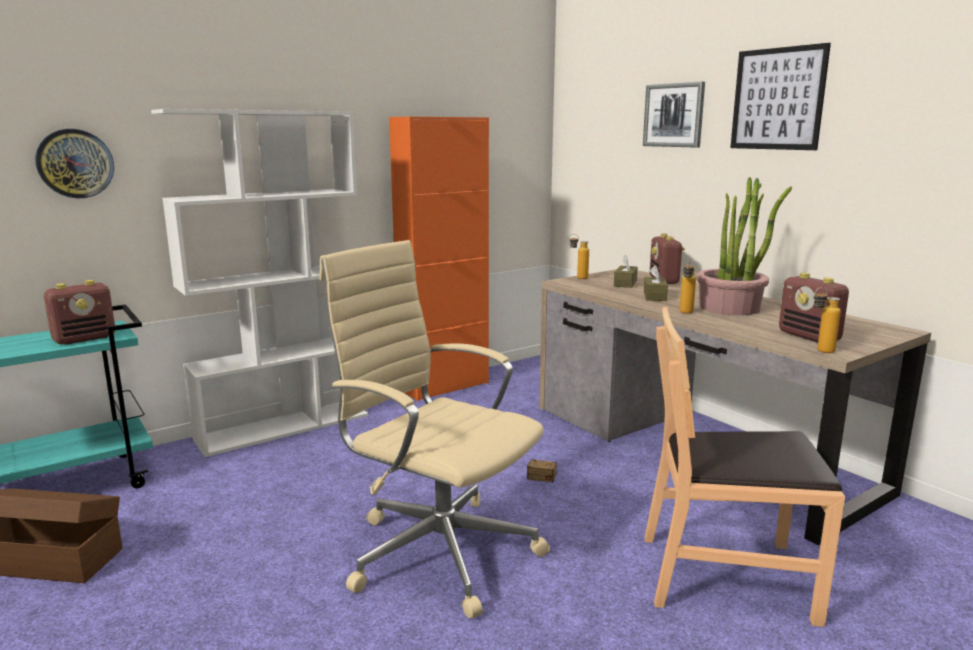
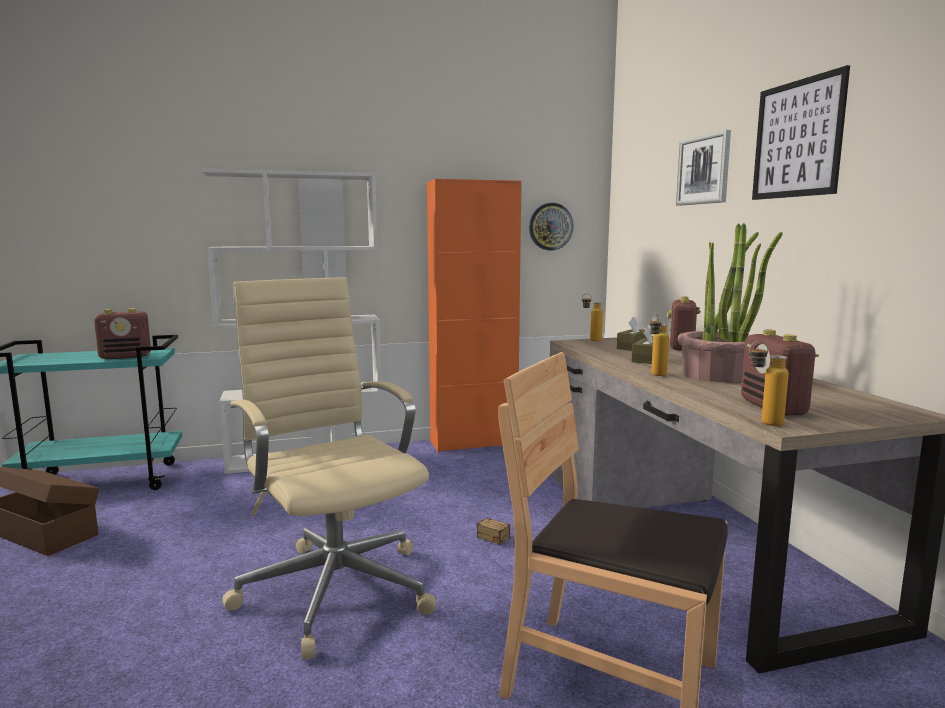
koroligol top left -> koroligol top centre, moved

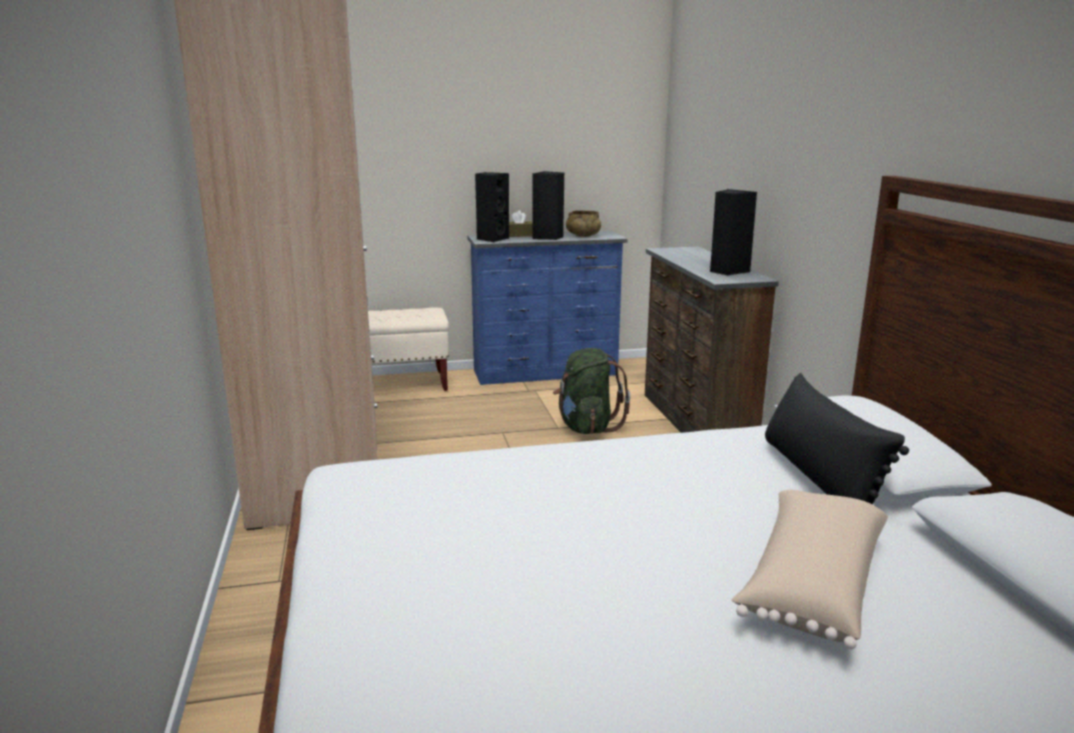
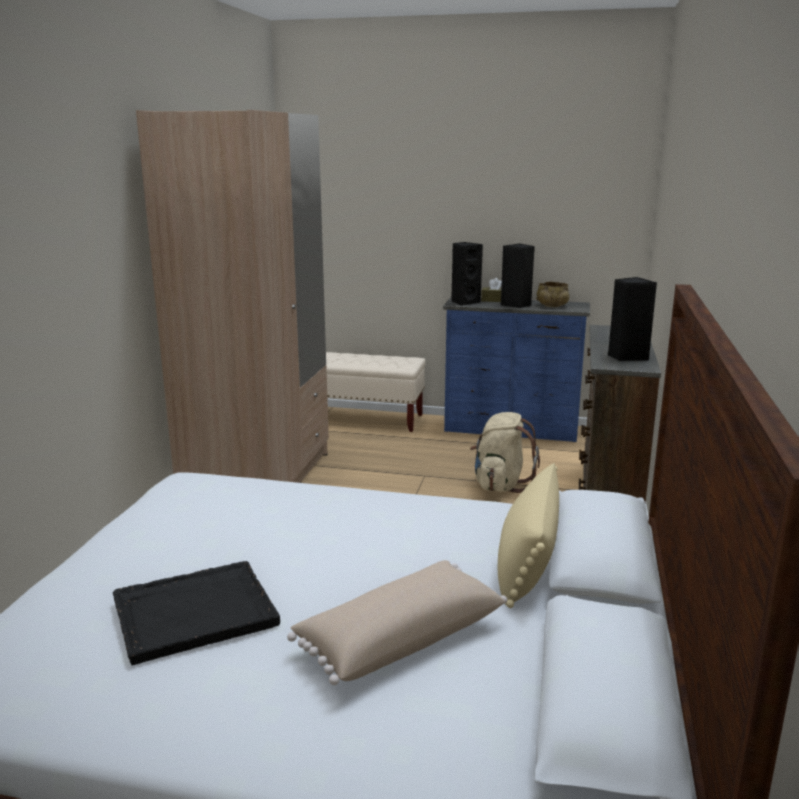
none -> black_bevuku bottom left
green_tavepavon centre -> beige_tavepavon centre
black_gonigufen middle right -> beige_gonigufen (2nd from left) bottom centre

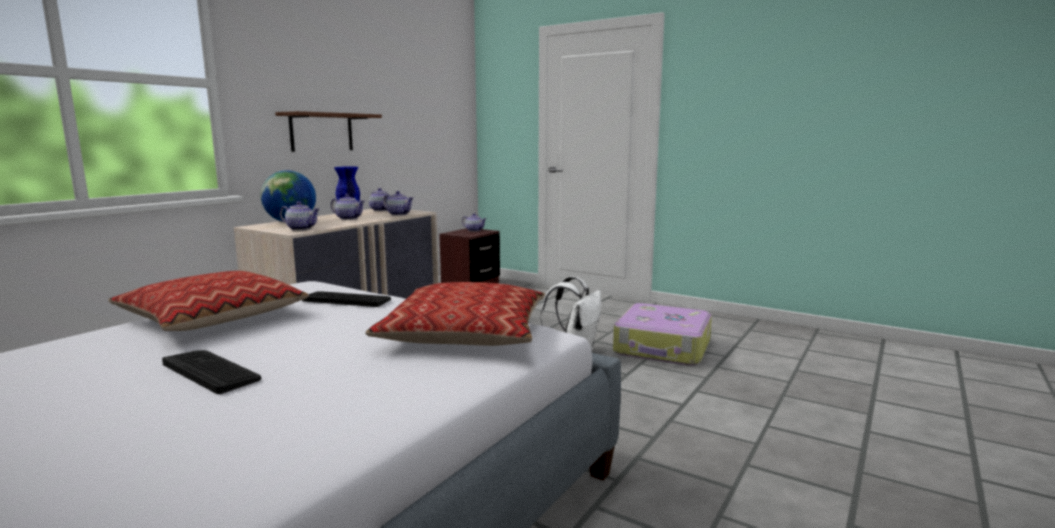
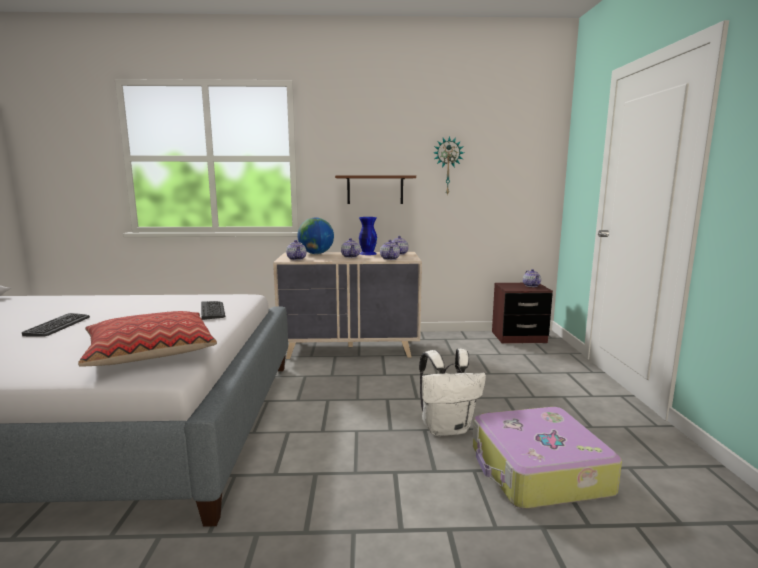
gonigufen (1st from left) middle left -> none
none -> koroligol top centre

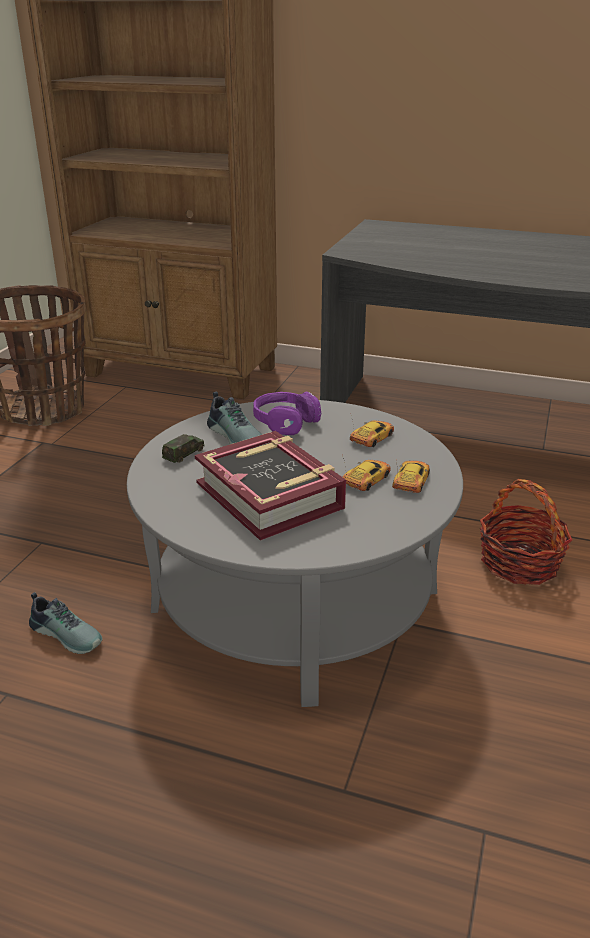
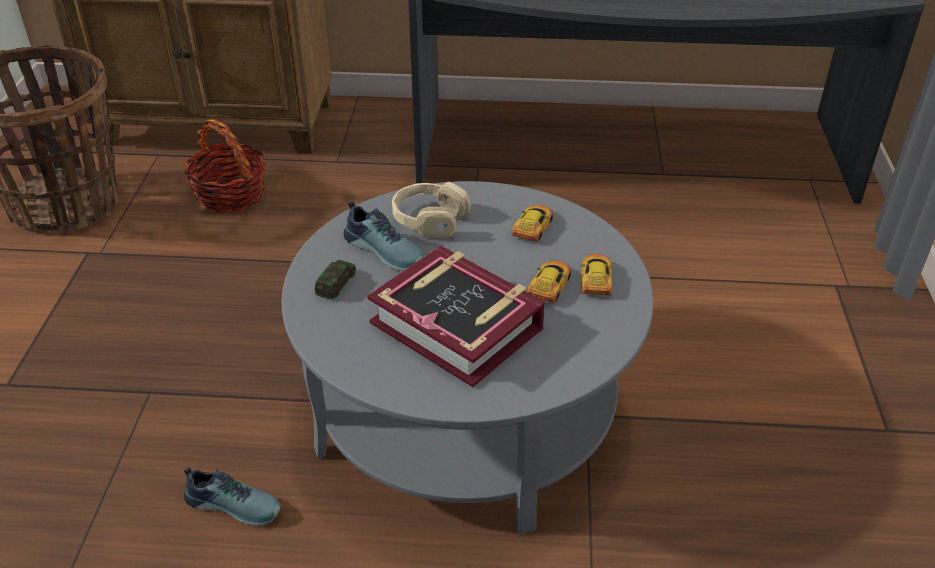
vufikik (2nd from left) middle right -> vufikik (2nd from left) top left, moved
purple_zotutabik centre -> beige_zotutabik centre

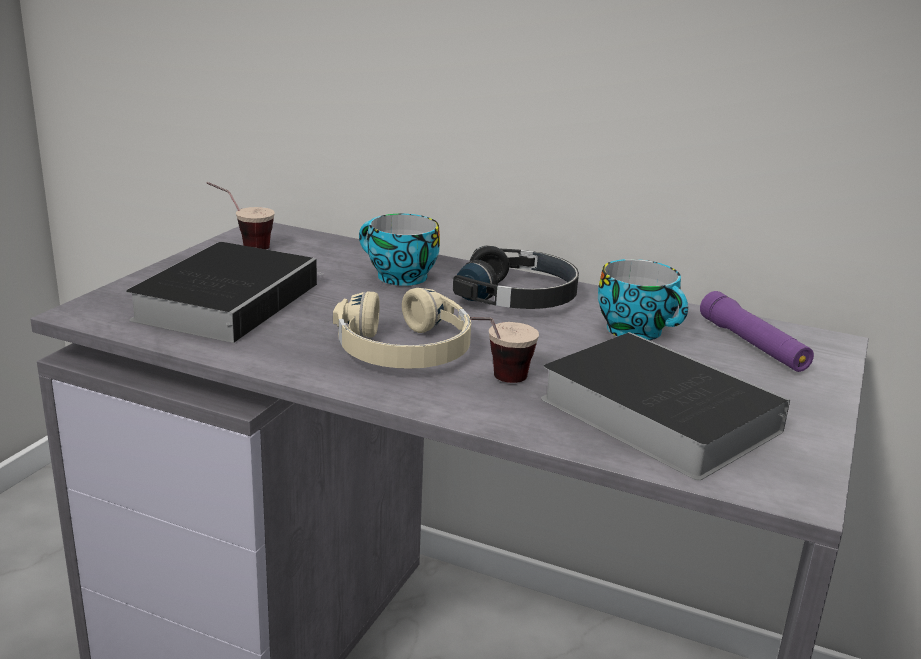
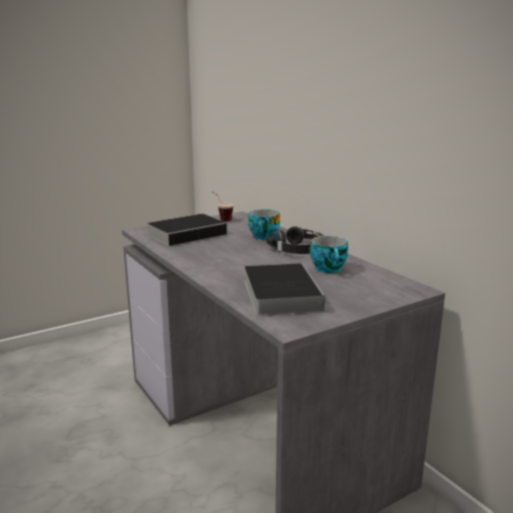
beige_zotutabik centre -> none
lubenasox (3rd from left) centre -> none
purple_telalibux middle right -> none

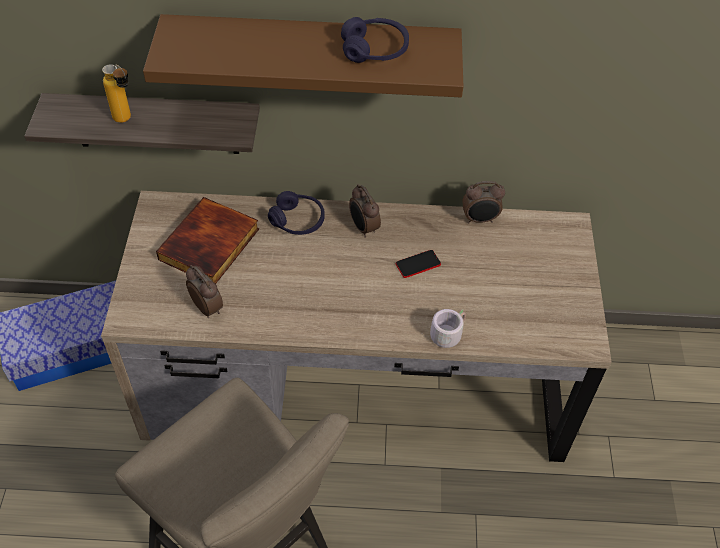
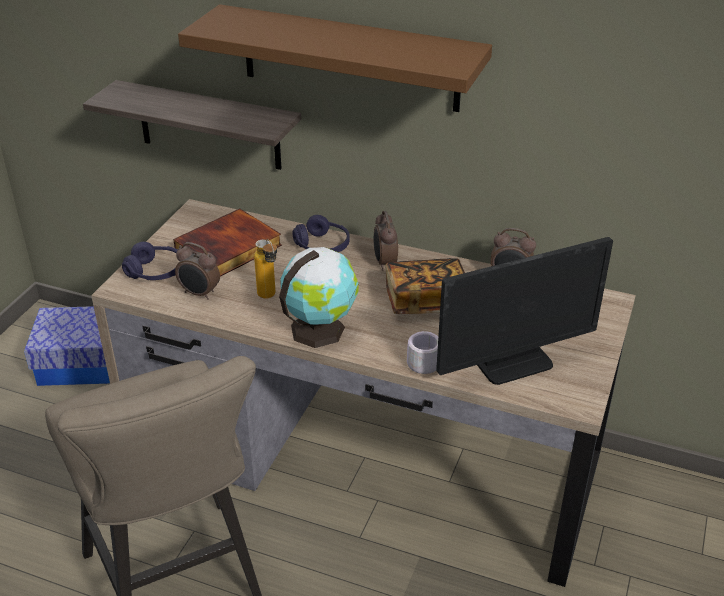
none -> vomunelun centre
none -> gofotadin middle right
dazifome top left -> dazifome centre, moved
purple_zotutabik (2nd from left in the first image) top centre -> purple_zotutabik (1st from left) middle left, moved
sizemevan centre -> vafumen (2nd from left) centre
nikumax (1st from left) middle left, 135 degrees clockwise

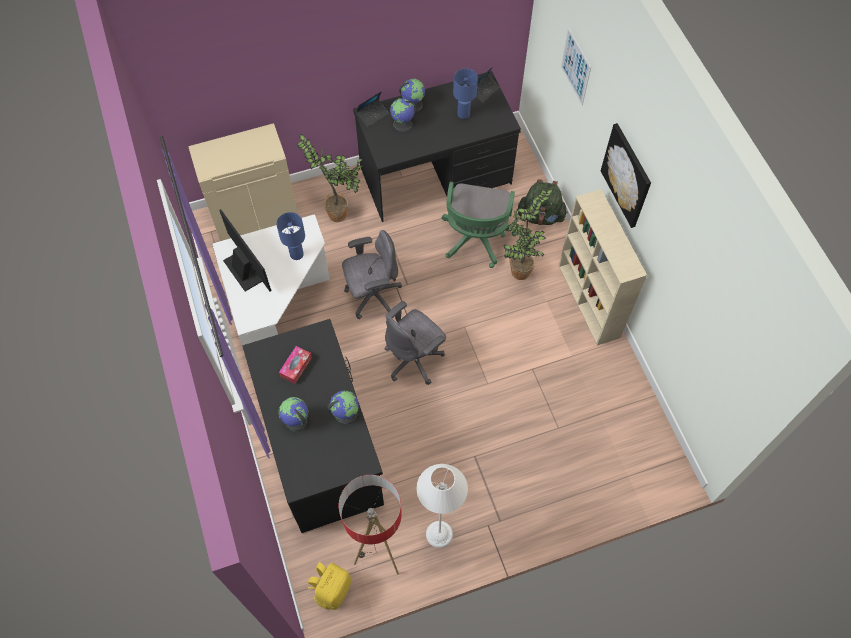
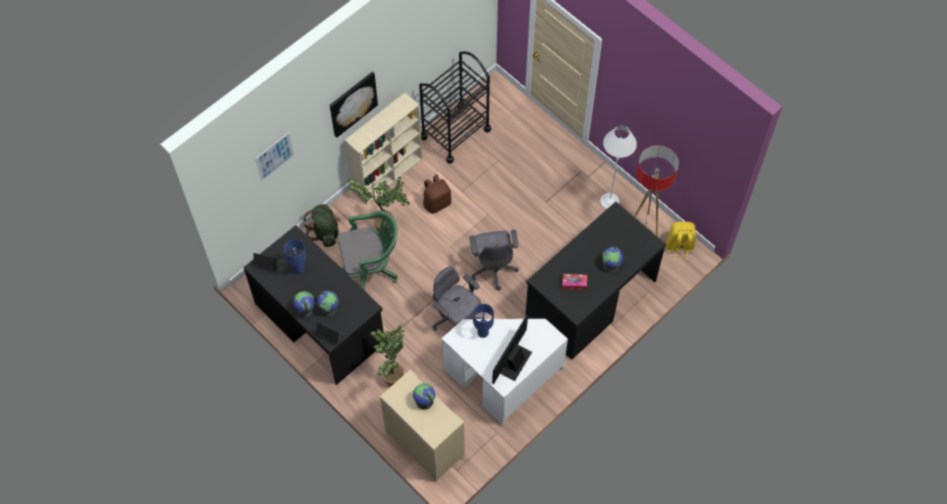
none -> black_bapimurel top centre
none -> brown_tavepavon centre
vomunelun (2nd from left in the first image) centre -> vomunelun (3rd from left) bottom centre, moved
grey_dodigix (2nd from left) centre, 60 degrees clockwise

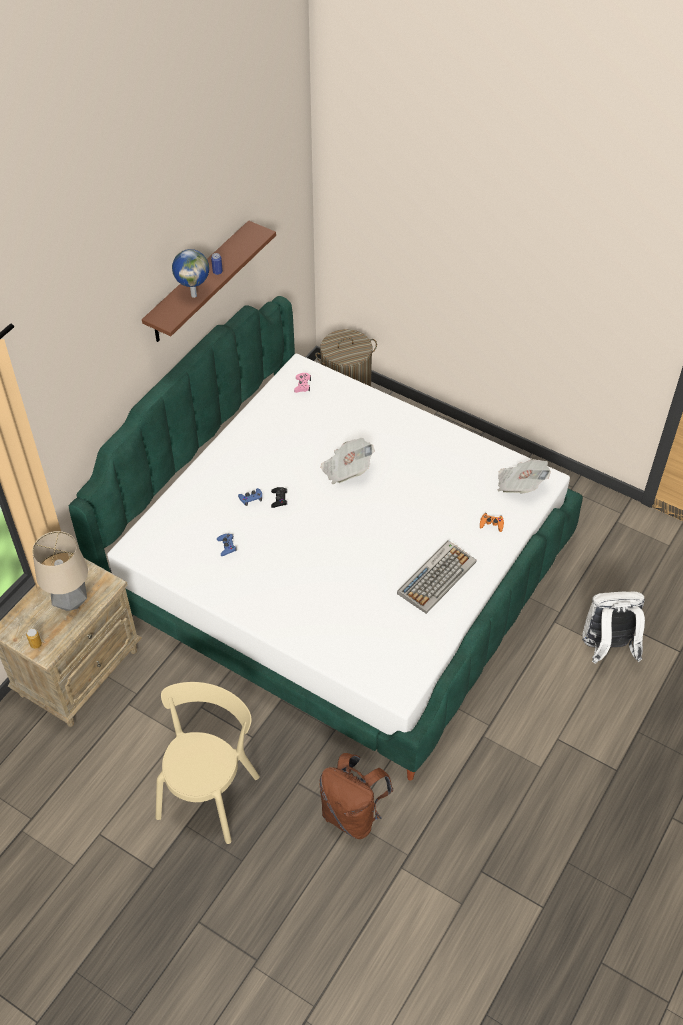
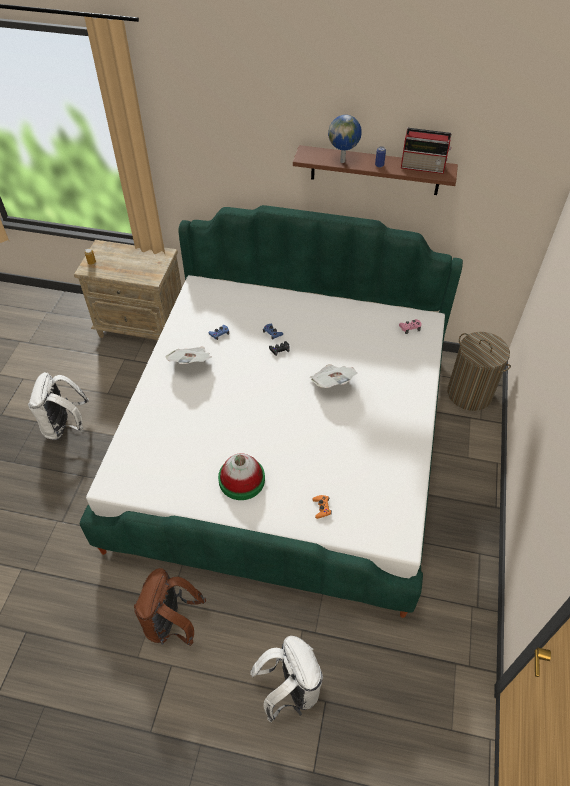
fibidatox middle left -> none
none -> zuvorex top right
brown_tavepavon bottom centre -> brown_tavepavon bottom left, moved
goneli (2nd from left in the first image) middle right -> goneli (1st from left) middle left, moved
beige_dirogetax bottom left -> white_tavepavon (1st from left) middle left
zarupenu centre -> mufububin centre

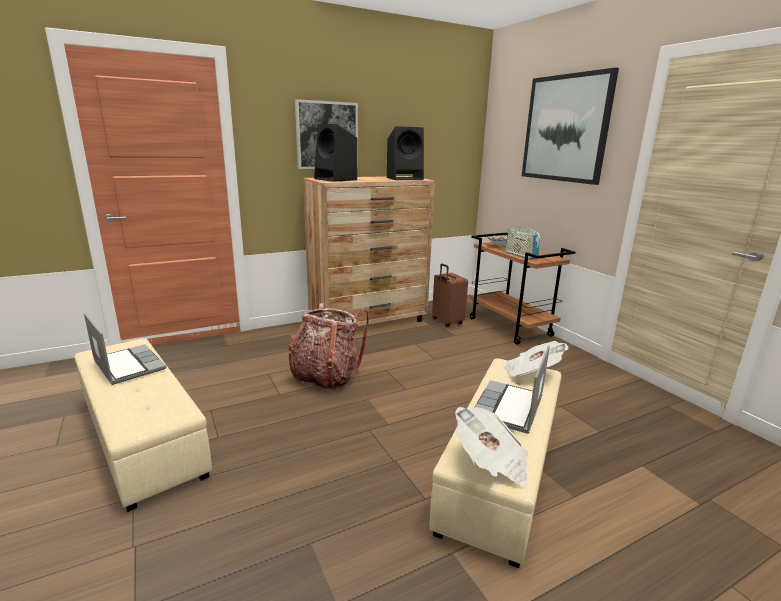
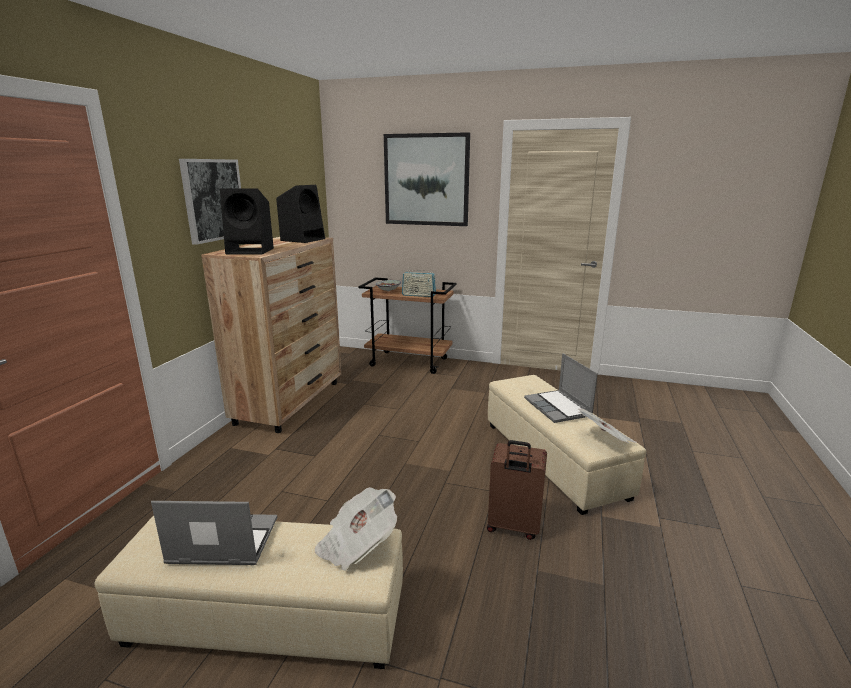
tavepavon centre -> none
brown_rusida centre -> brown_rusida bottom centre, moved
goneli (2nd from left in the first image) middle right -> goneli (1st from left) bottom centre, moved

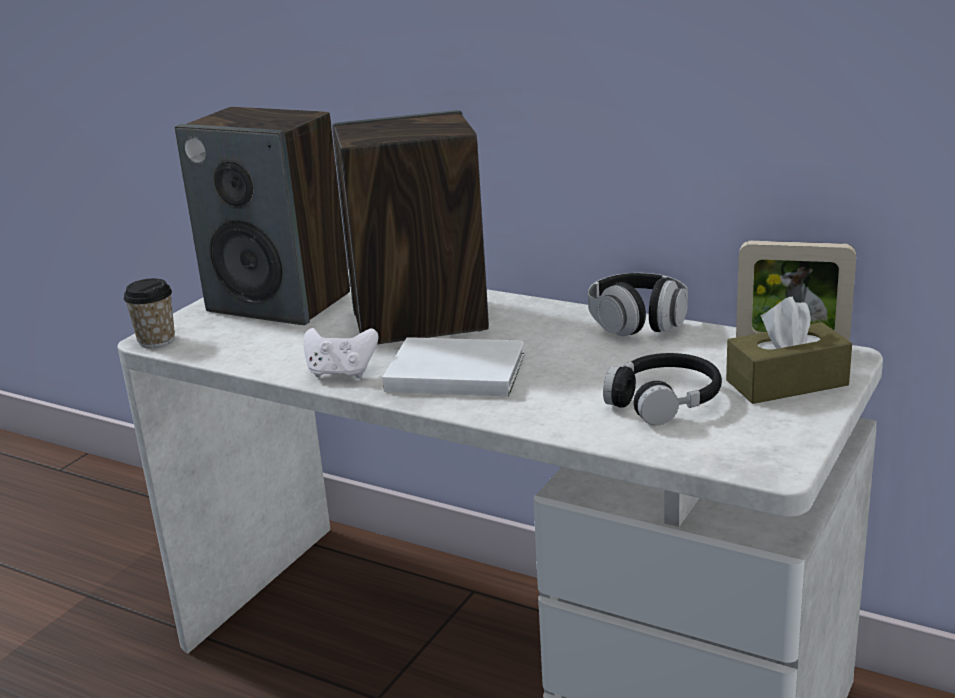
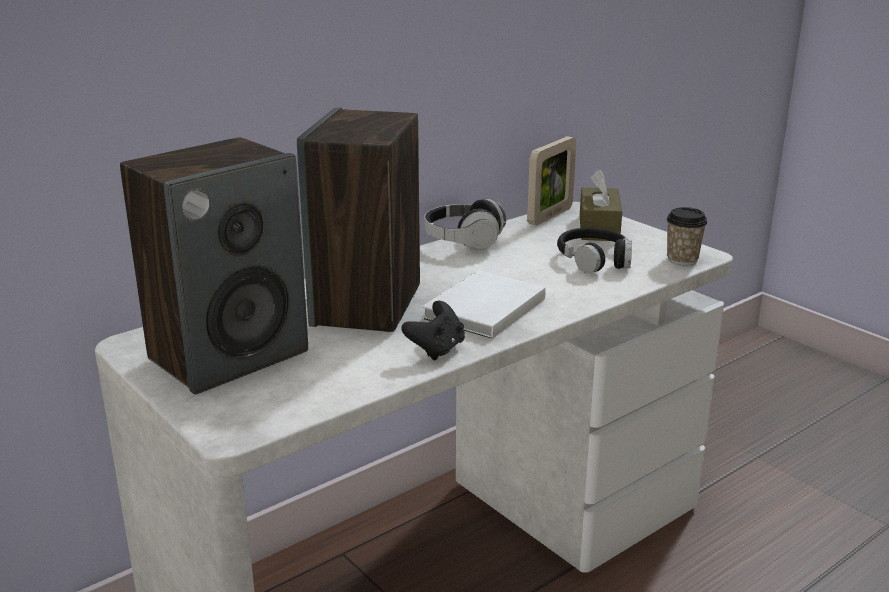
lubenasox middle left -> lubenasox middle right, moved
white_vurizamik centre -> black_vurizamik centre

